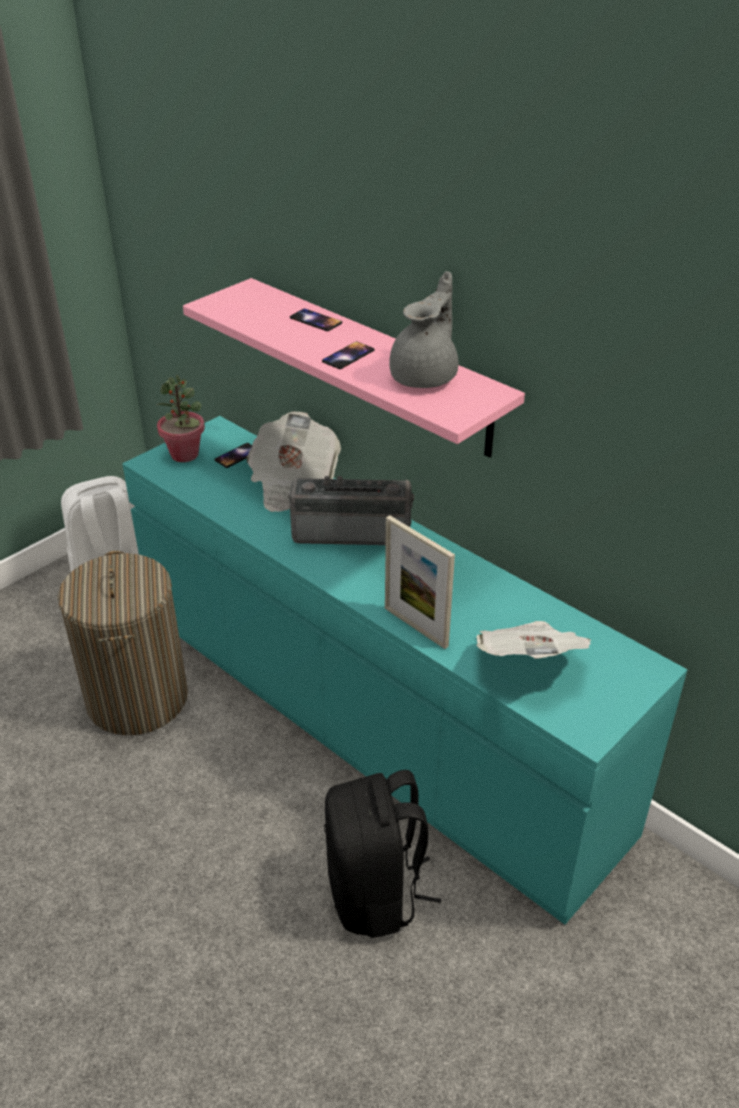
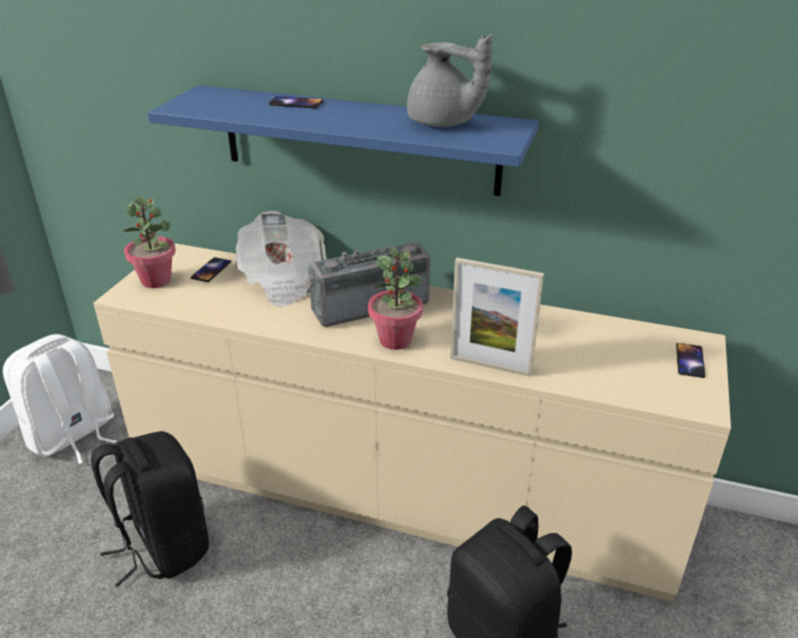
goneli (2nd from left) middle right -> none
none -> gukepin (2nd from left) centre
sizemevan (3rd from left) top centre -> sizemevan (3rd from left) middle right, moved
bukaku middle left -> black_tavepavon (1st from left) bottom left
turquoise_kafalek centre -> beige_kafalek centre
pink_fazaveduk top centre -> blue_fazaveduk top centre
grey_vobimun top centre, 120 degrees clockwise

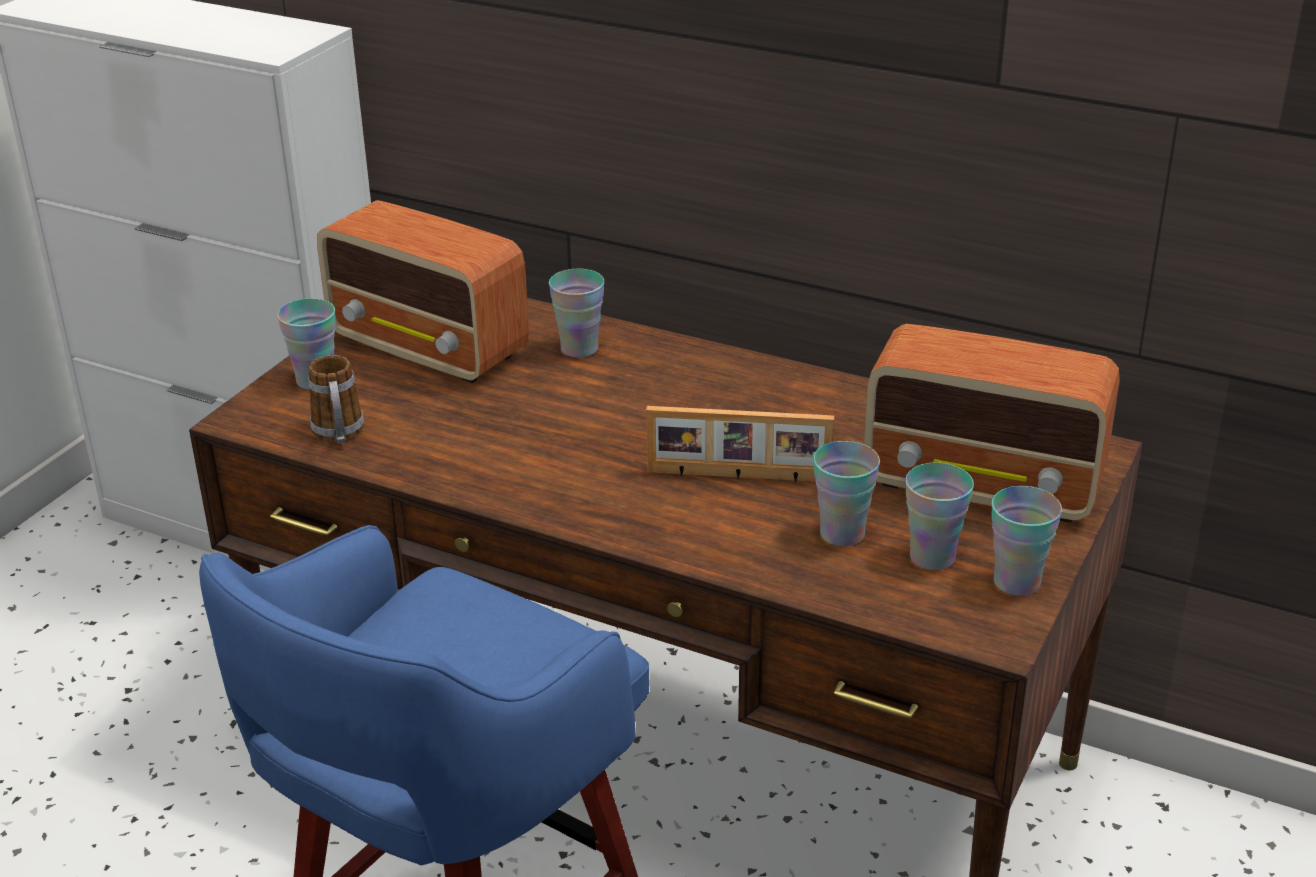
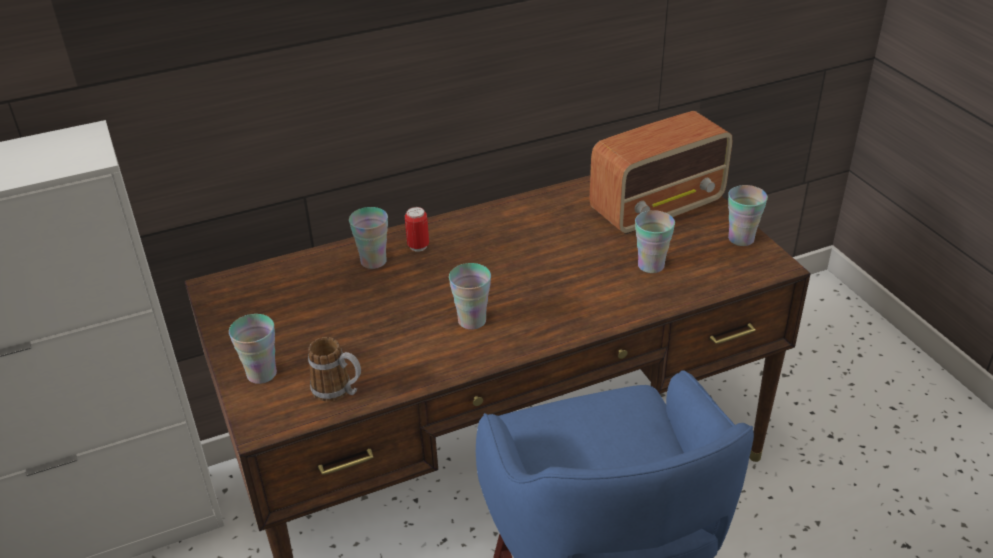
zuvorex (1st from left) top left -> none
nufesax centre -> none
none -> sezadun centre
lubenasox (4th from left in the first image) middle right -> lubenasox (3rd from left) centre, moved

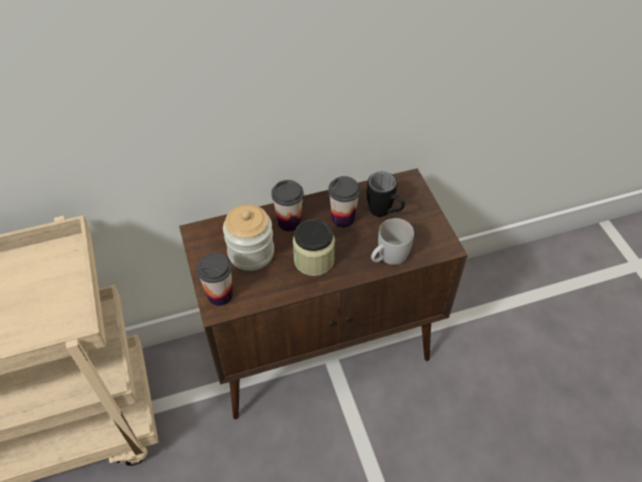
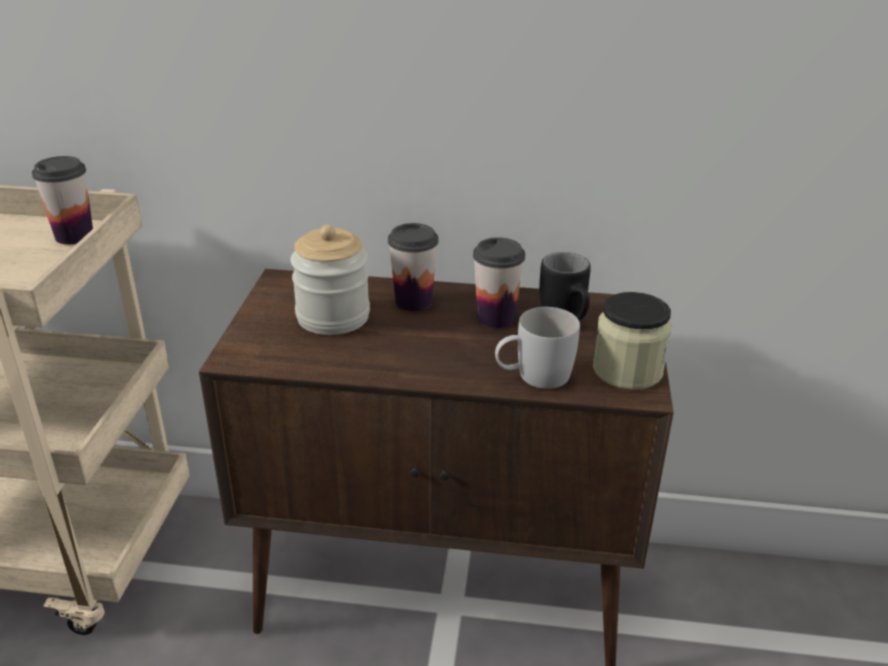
lubenasox (1st from left) centre -> lubenasox (1st from left) top left, moved
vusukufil (2nd from left) centre -> vusukufil (2nd from left) middle right, moved

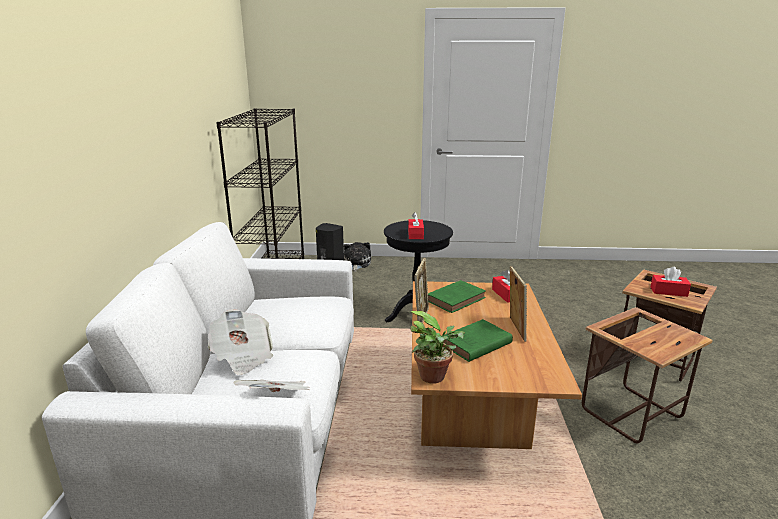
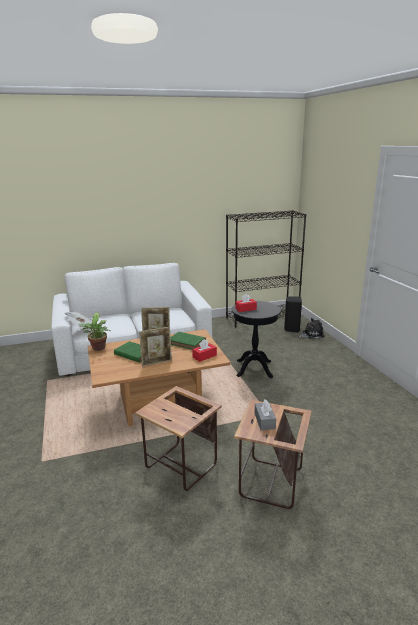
goneli (1st from left) middle left -> none
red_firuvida (3rd from left) middle right -> grey_firuvida centre

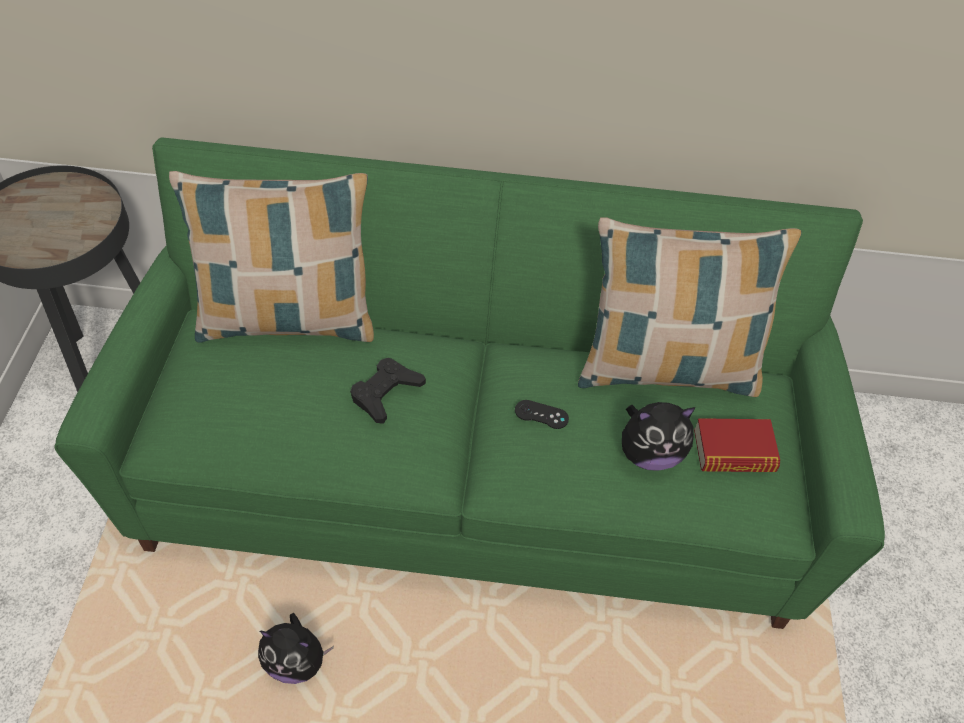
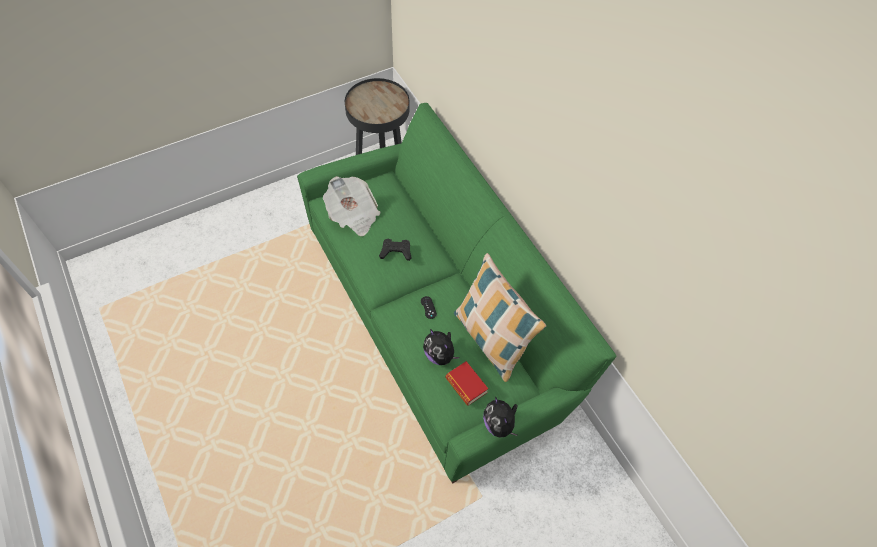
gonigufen (1st from left) middle left -> none
none -> goneli centre
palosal (1st from left in the first image) bottom left -> palosal (2nd from left) bottom centre, moved

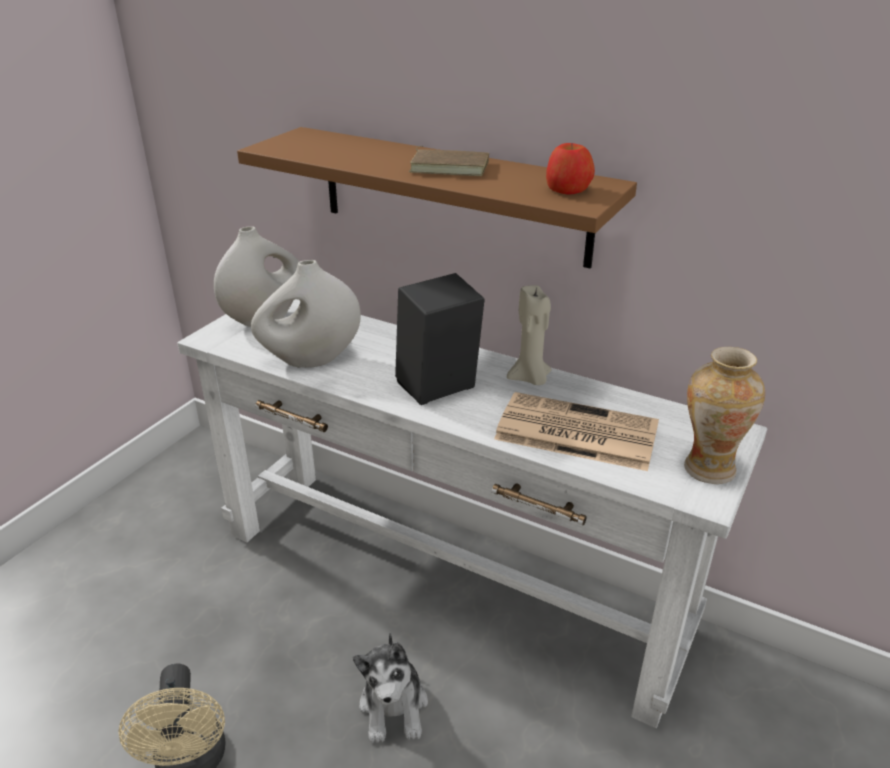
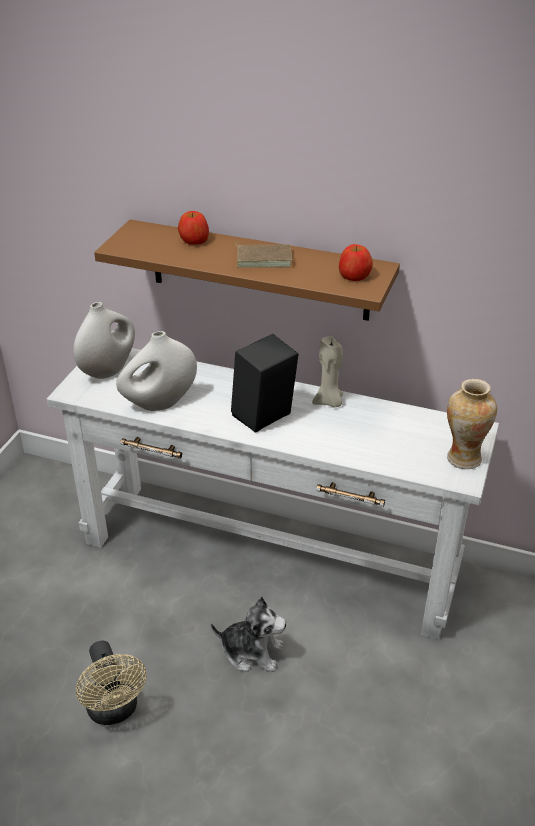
goneli centre -> none
none -> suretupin (1st from left) top centre
palosal bottom centre, 60 degrees counterclockwise

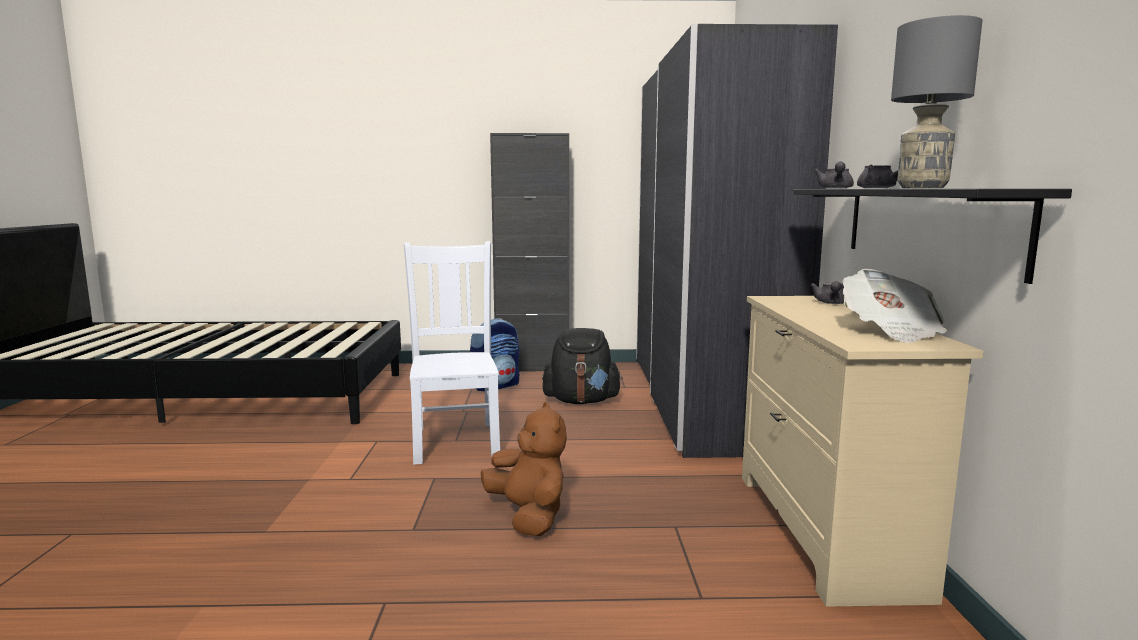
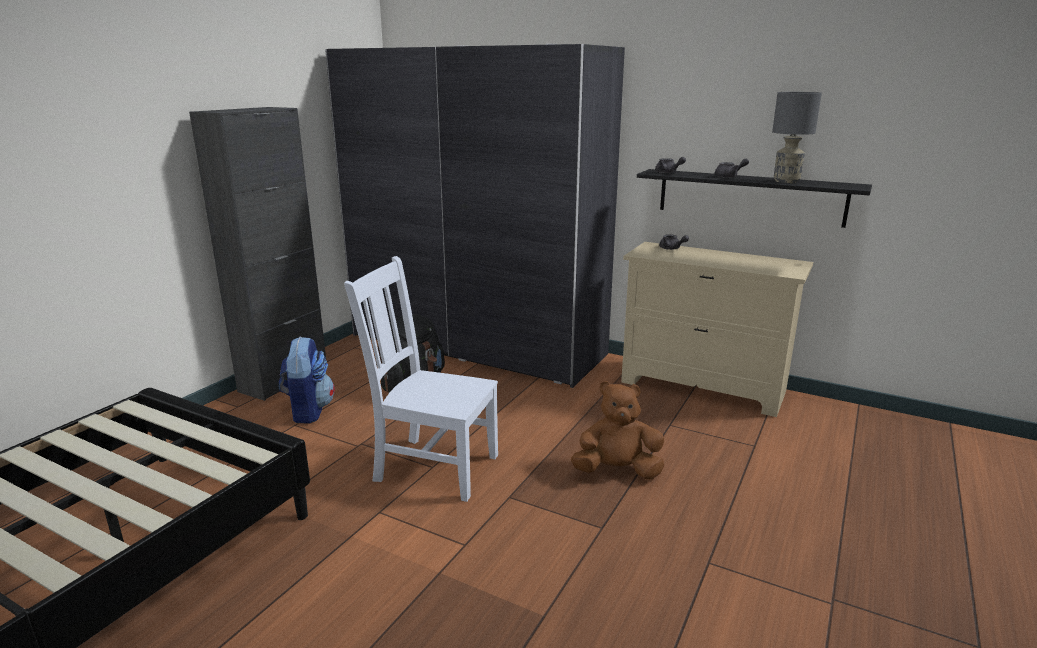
goneli middle right -> none

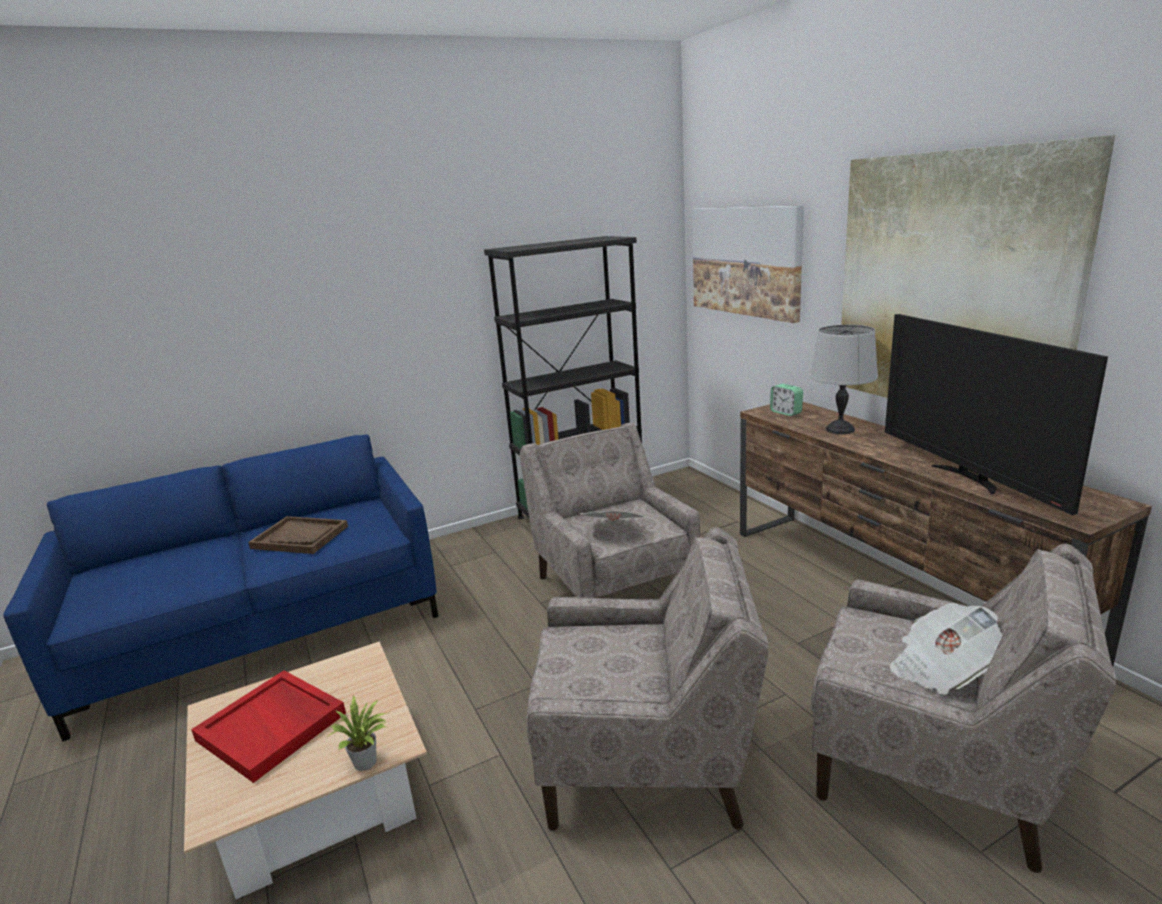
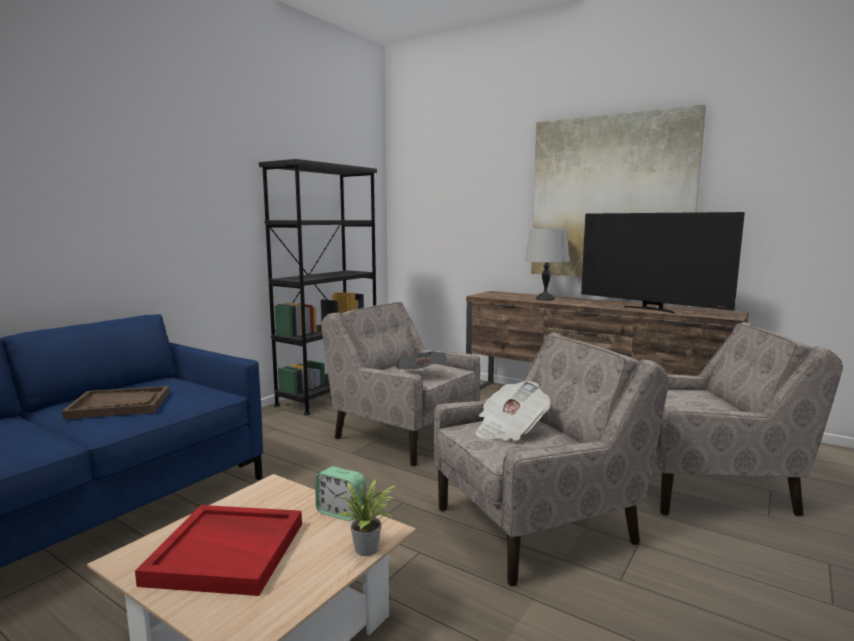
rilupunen (1st from left) top centre -> none
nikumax middle right -> nikumax bottom centre, moved
goneli (2nd from left) bottom right -> goneli (2nd from left) centre, moved

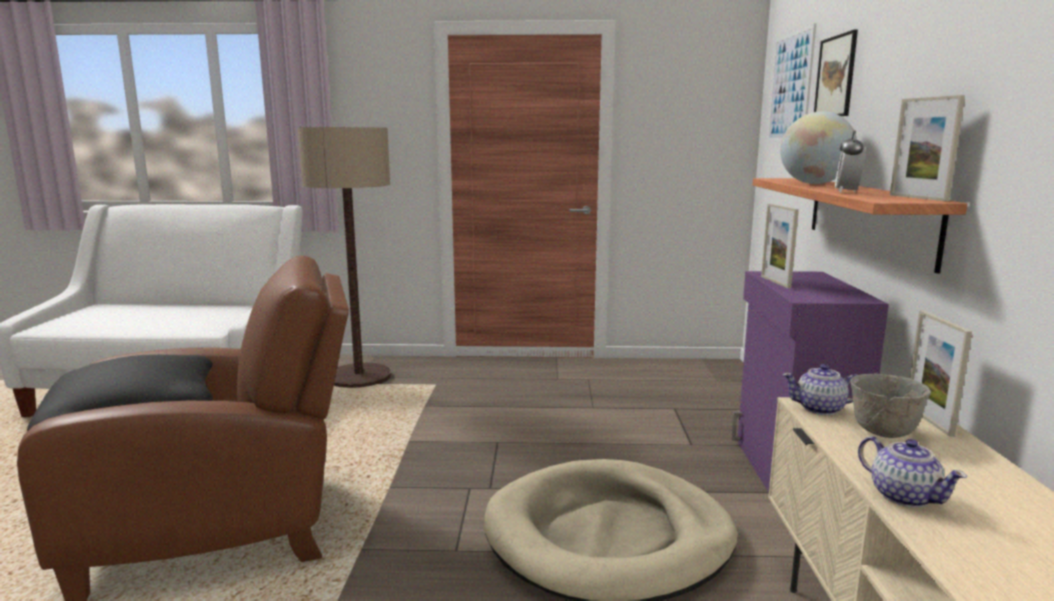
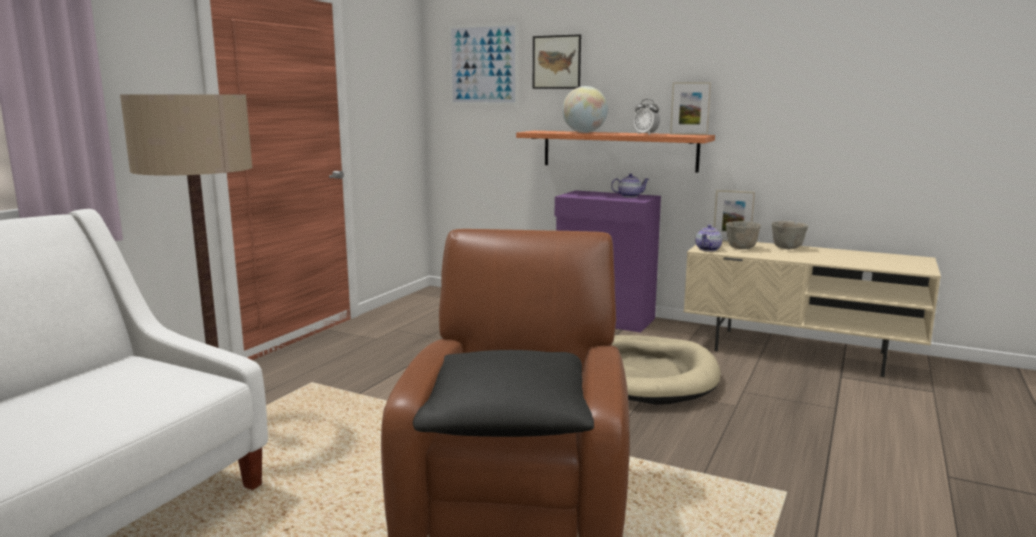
nufesax (1st from left) middle right -> none
none -> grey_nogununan (2nd from left) middle right
vobimun (2nd from left in the first image) bottom right -> vobimun (1st from left) centre, moved

